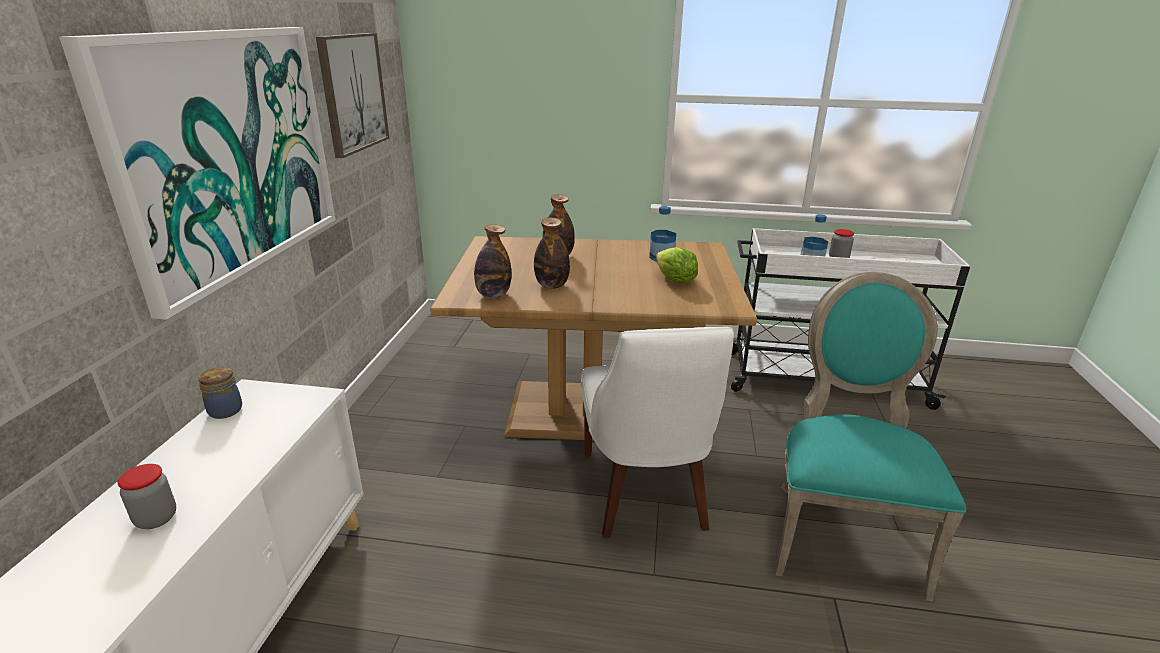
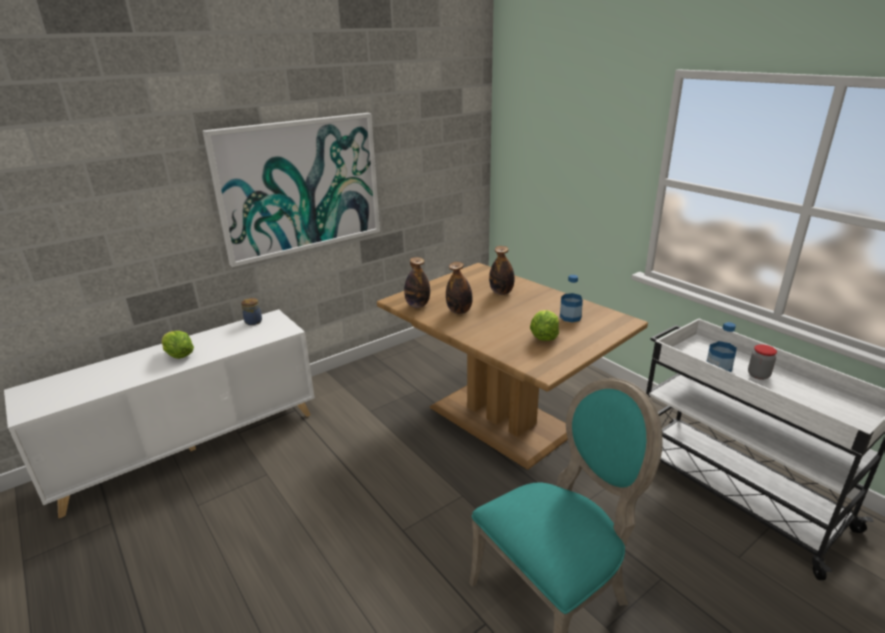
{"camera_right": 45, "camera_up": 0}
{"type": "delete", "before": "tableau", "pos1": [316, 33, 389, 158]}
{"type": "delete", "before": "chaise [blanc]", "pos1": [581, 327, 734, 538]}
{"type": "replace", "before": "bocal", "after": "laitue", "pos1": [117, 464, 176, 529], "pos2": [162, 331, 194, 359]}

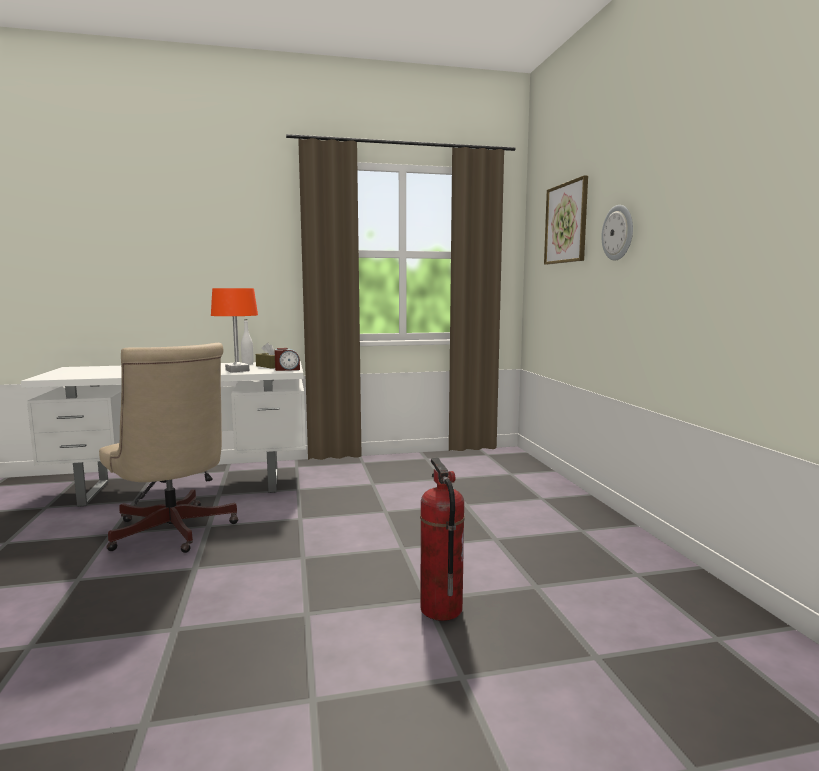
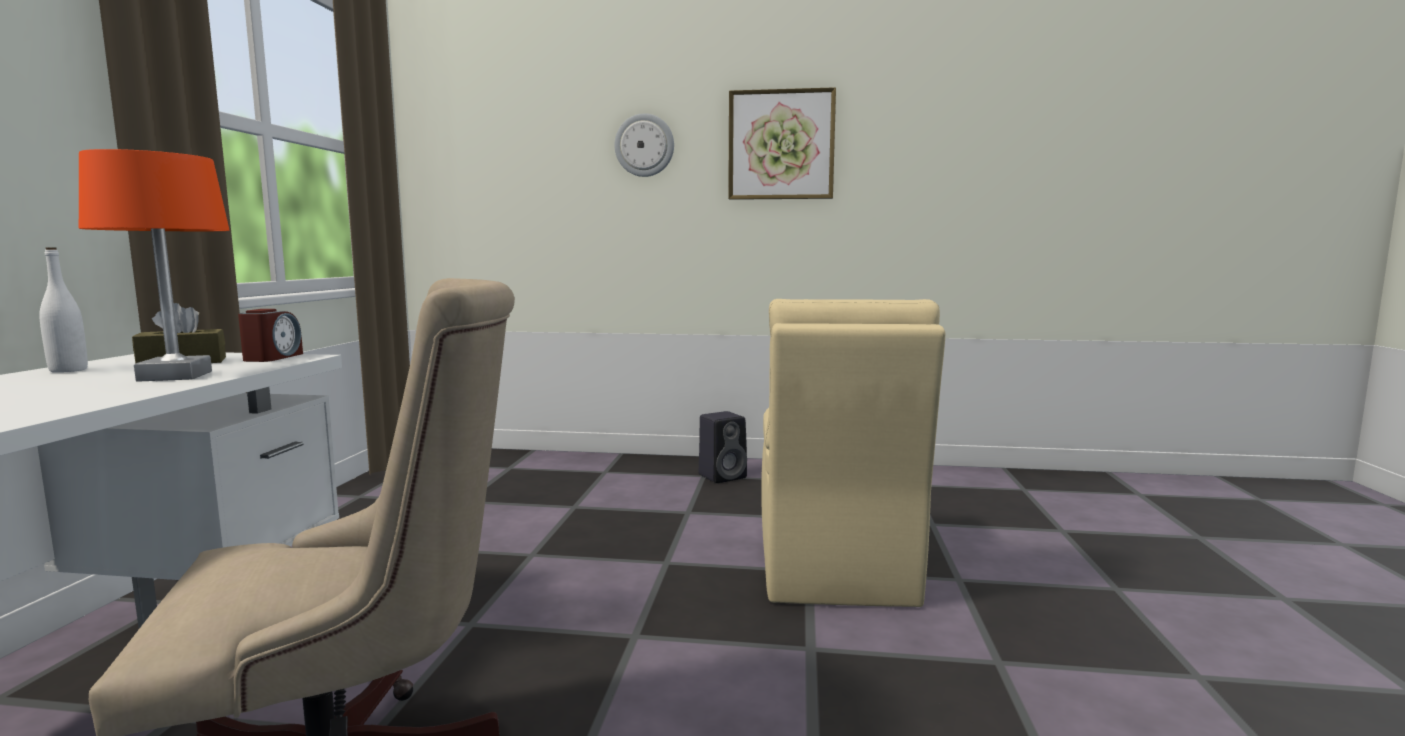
{"camera_right": -70, "camera_up": 0}
{"type": "move", "before": "tableau", "pos1": [544, 175, 588, 265], "pos2": [728, 87, 836, 200]}
{"type": "replace", "before": "extincteur", "after": "chaise [beige]", "pos1": [420, 457, 465, 621], "pos2": [761, 299, 945, 607]}
{"type": "insert", "after": "enceinte [noir]", "pos2": [699, 411, 747, 483]}

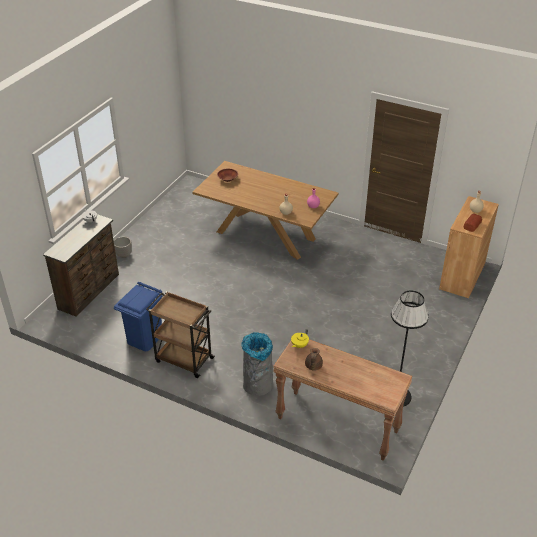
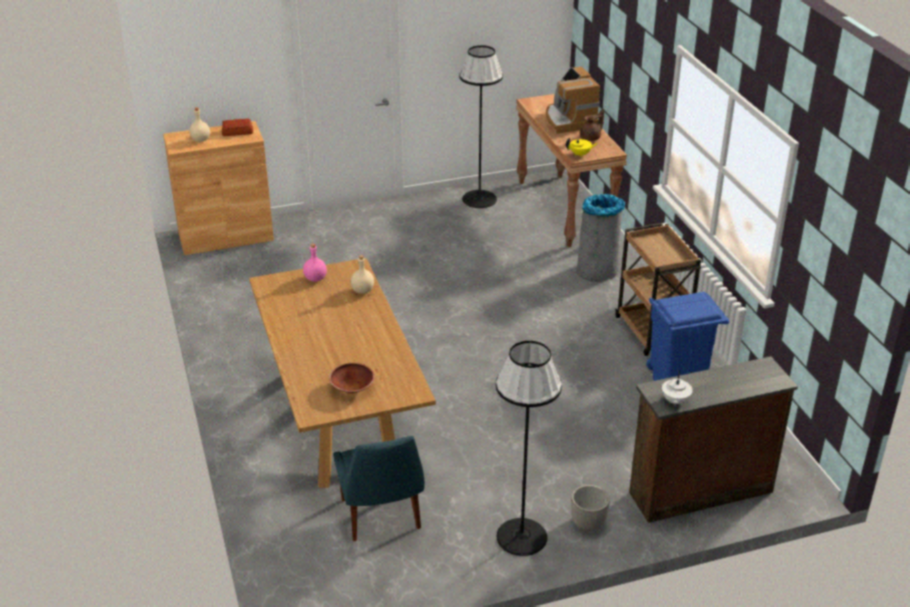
{"camera_right": -135, "camera_up": -5}
{"type": "insert", "after": "machine à café", "pos2": [546, 67, 600, 134]}
{"type": "insert", "after": "lampadaire [noir]", "pos2": [496, 341, 562, 556]}
{"type": "insert", "after": "chaise [bleu]", "pos2": [333, 436, 425, 541]}

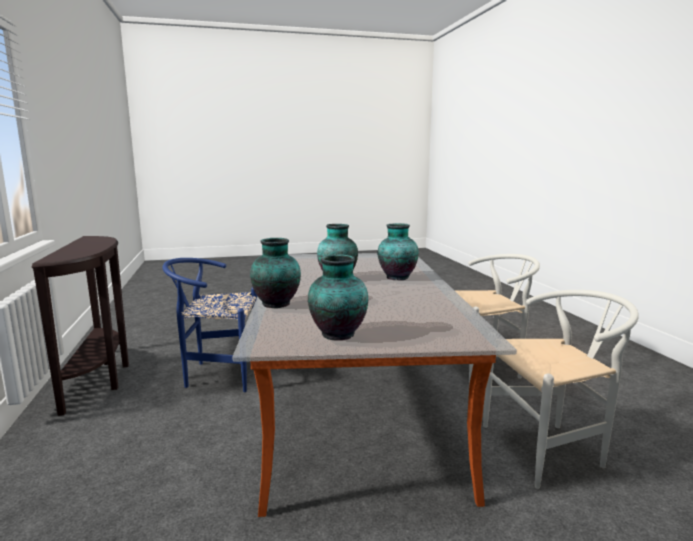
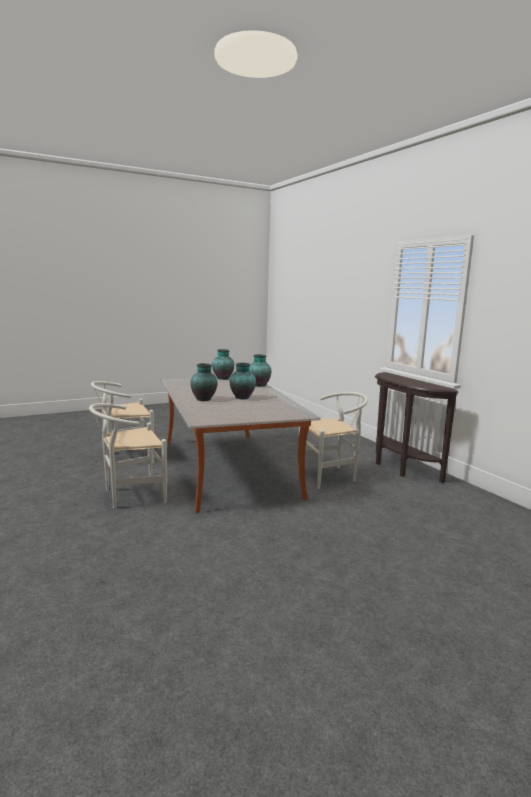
{"camera_right": 165, "camera_up": 0}
{"type": "recolor", "before": "chaise [bleu]", "after": "chaise [blanc]", "pos1": [162, 258, 257, 392], "pos2": [299, 392, 368, 489]}

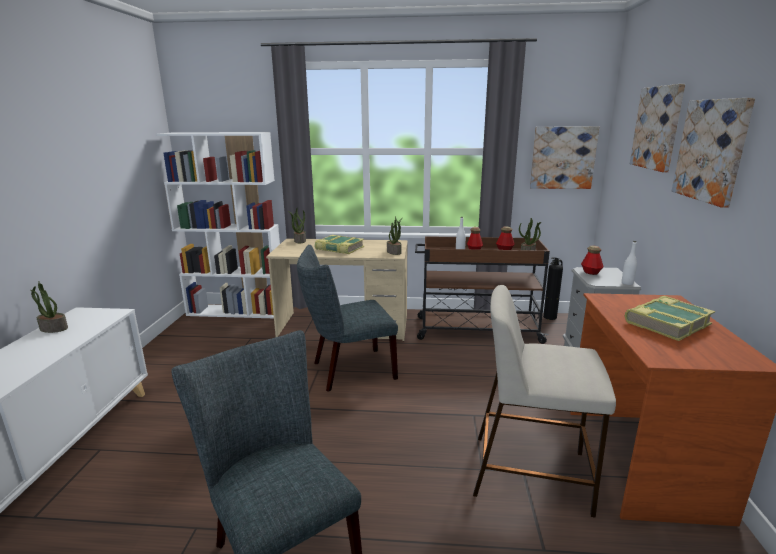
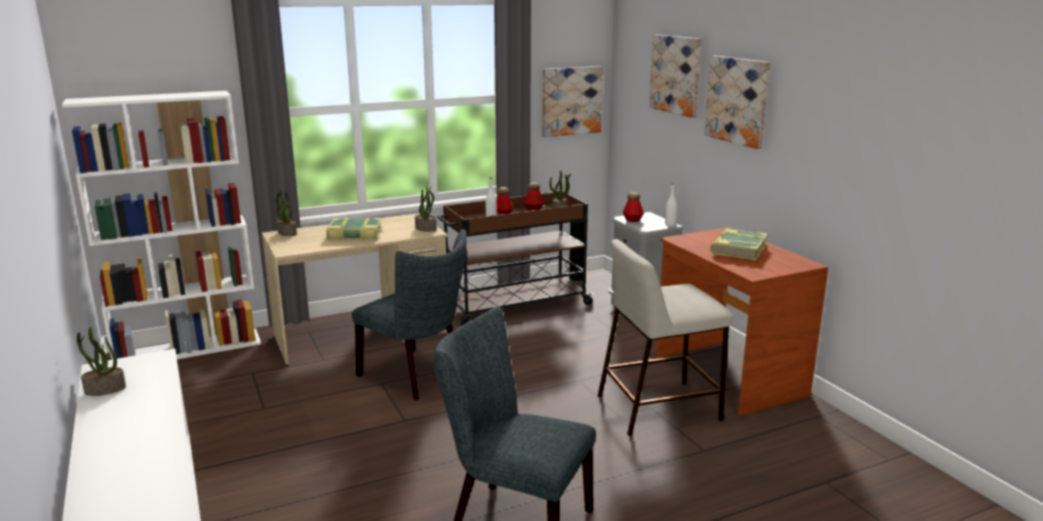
{"camera_right": -30, "camera_up": 0}
{"type": "rotate", "before": "chaise [gris]", "pos1": [297, 245, 398, 392], "pos2": [352, 229, 467, 400], "turn": -90}

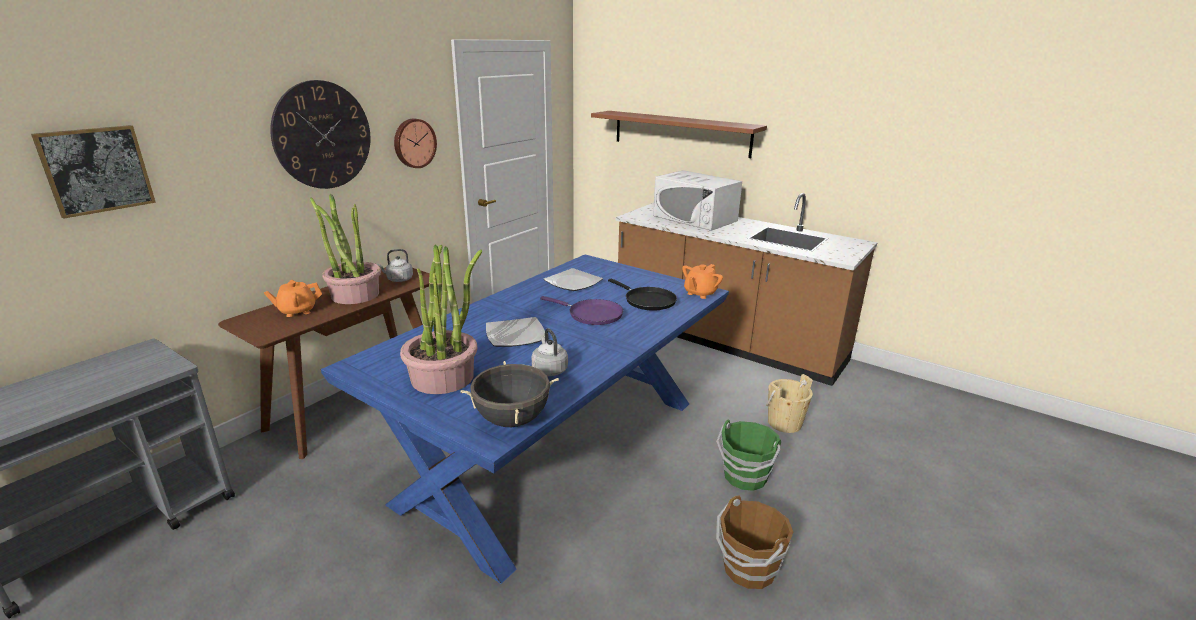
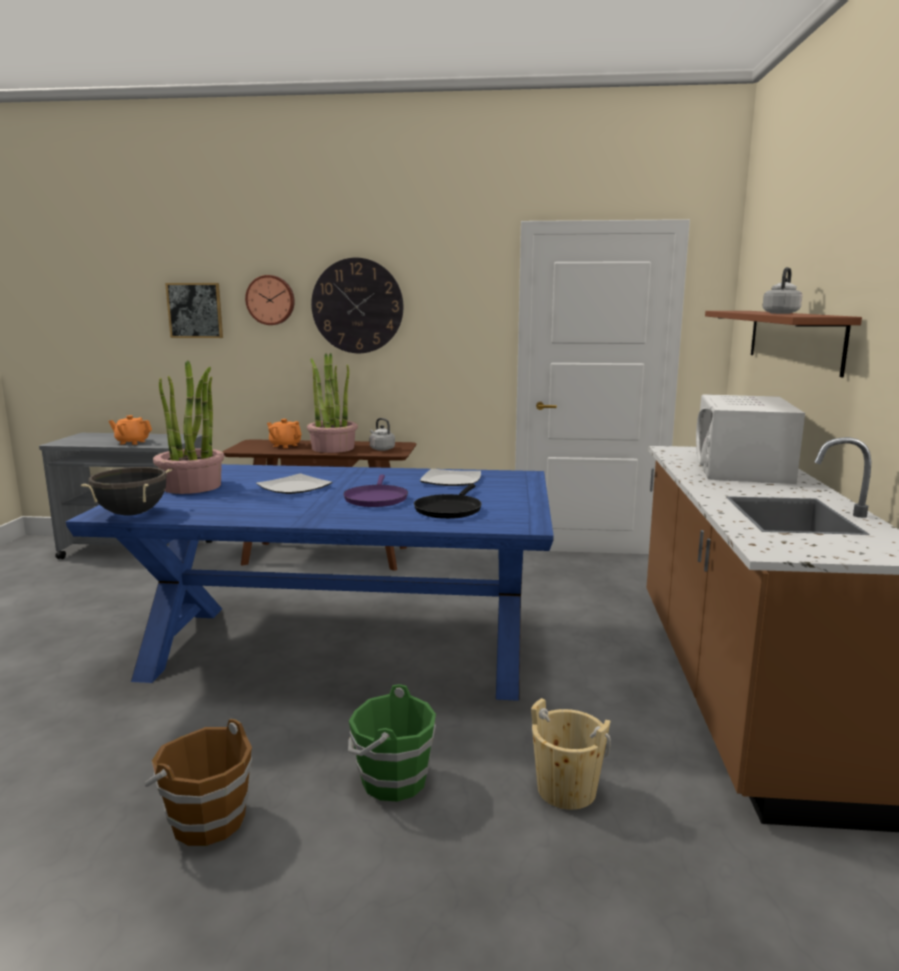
{"camera_right": 60, "camera_up": -10}
{"type": "move", "before": "horloge murale", "pos1": [394, 119, 437, 168], "pos2": [245, 275, 295, 325]}
{"type": "move", "before": "théière [orange]", "pos1": [682, 264, 723, 299], "pos2": [108, 415, 152, 445]}
{"type": "move", "before": "bouilloire [gris]", "pos1": [532, 328, 568, 376], "pos2": [762, 267, 802, 314]}

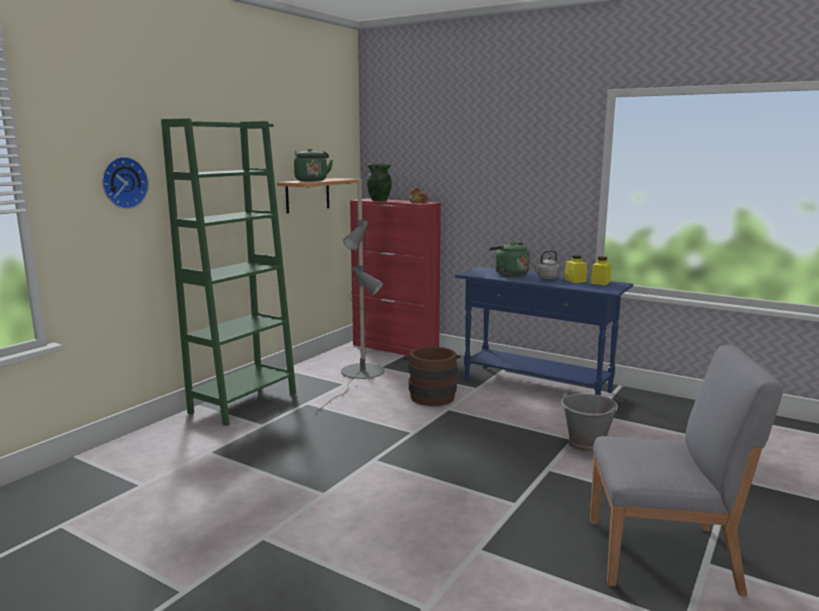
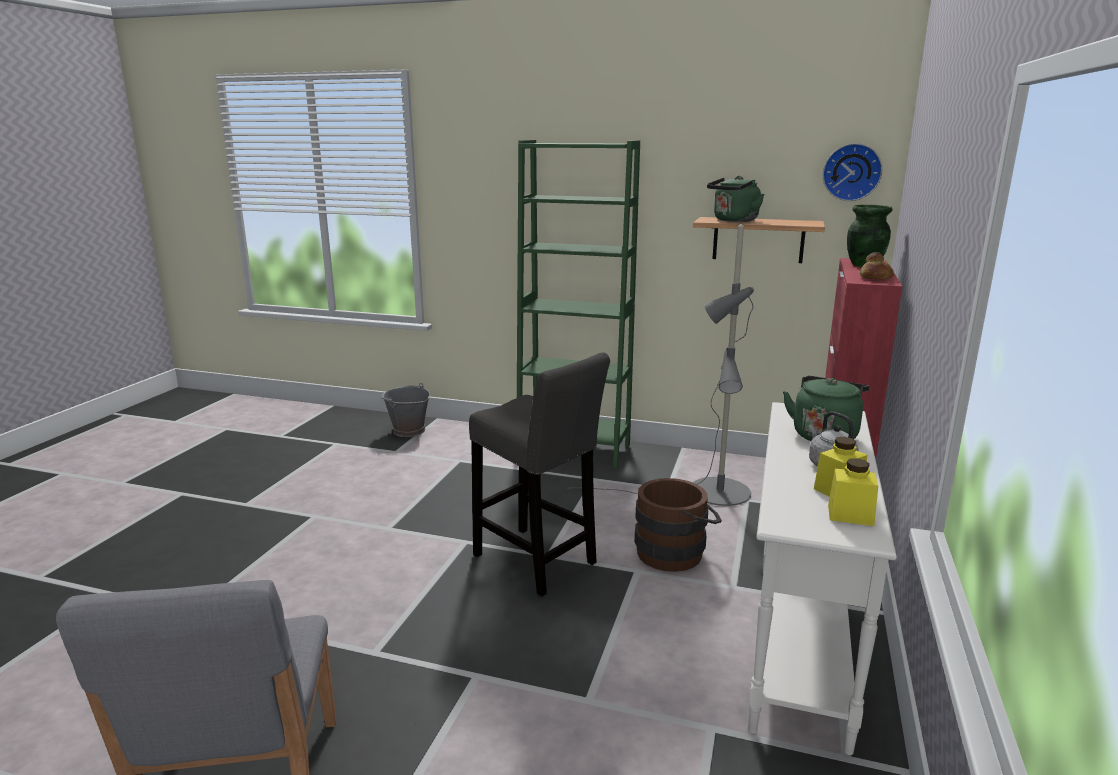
{"camera_right": 75, "camera_up": 5}
{"type": "move", "before": "horloge murale", "pos1": [102, 157, 149, 209], "pos2": [823, 143, 882, 201]}
{"type": "recolor", "before": "table console [bleu]", "after": "table console [blanc]", "pos1": [455, 267, 633, 395], "pos2": [748, 402, 897, 755]}
{"type": "move", "before": "seau [gris]", "pos1": [561, 391, 618, 453], "pos2": [381, 383, 430, 437]}
{"type": "insert", "after": "tabouret [gris]", "pos2": [469, 353, 610, 597]}

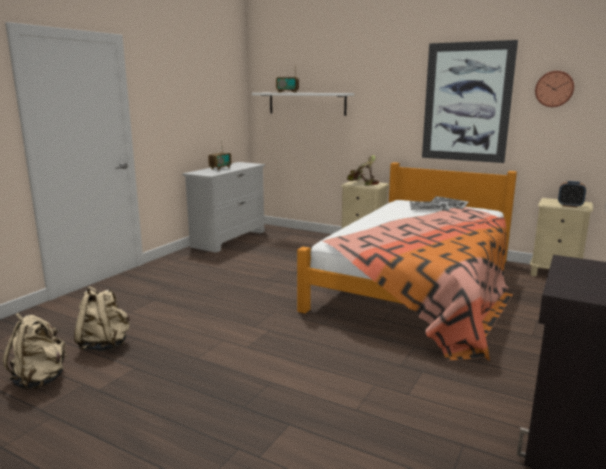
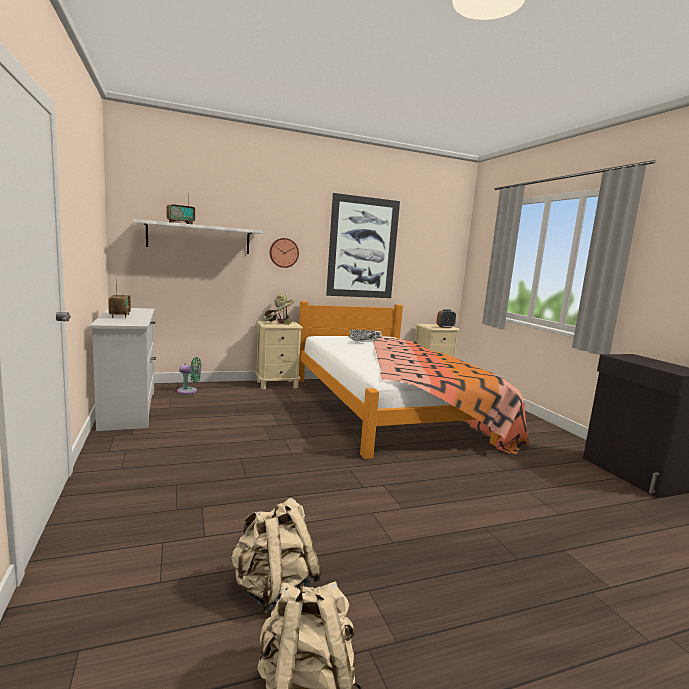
{"camera_right": -50, "camera_up": -5}
{"type": "move", "before": "horloge murale", "pos1": [535, 71, 574, 107], "pos2": [269, 238, 299, 268]}
{"type": "insert", "after": "ventilateur [vert]", "pos2": [177, 357, 201, 394]}

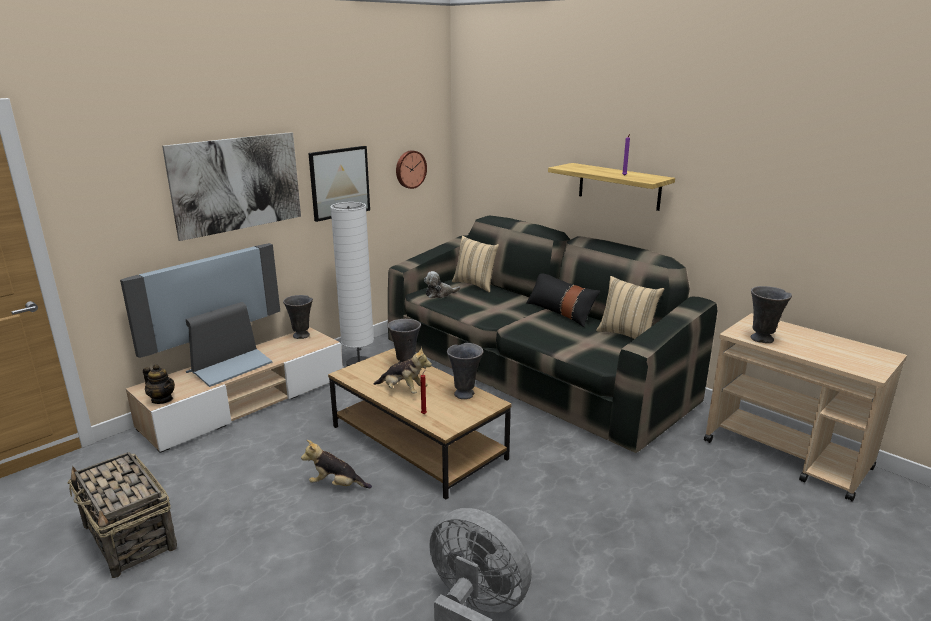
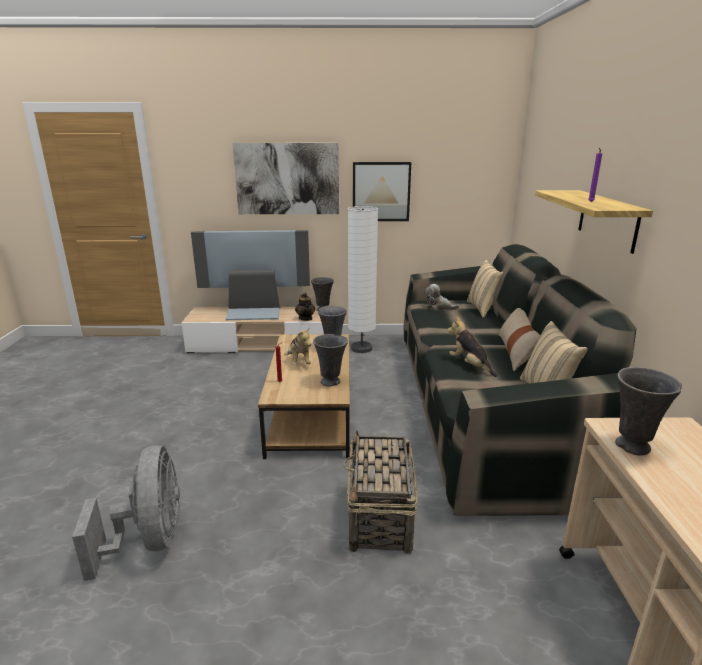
{"camera_right": 45, "camera_up": 0}
{"type": "delete", "before": "horloge murale", "pos1": [396, 150, 427, 189]}
{"type": "recolor", "before": "coussin [noir]", "after": "coussin [beige]", "pos1": [526, 274, 600, 327], "pos2": [499, 308, 540, 371]}
{"type": "move", "before": "théière", "pos1": [143, 364, 175, 404], "pos2": [295, 293, 315, 321]}
{"type": "move", "before": "peluche", "pos1": [301, 440, 372, 488], "pos2": [447, 317, 498, 377]}
{"type": "move", "before": "panier", "pos1": [67, 452, 177, 578], "pos2": [343, 430, 417, 554]}

